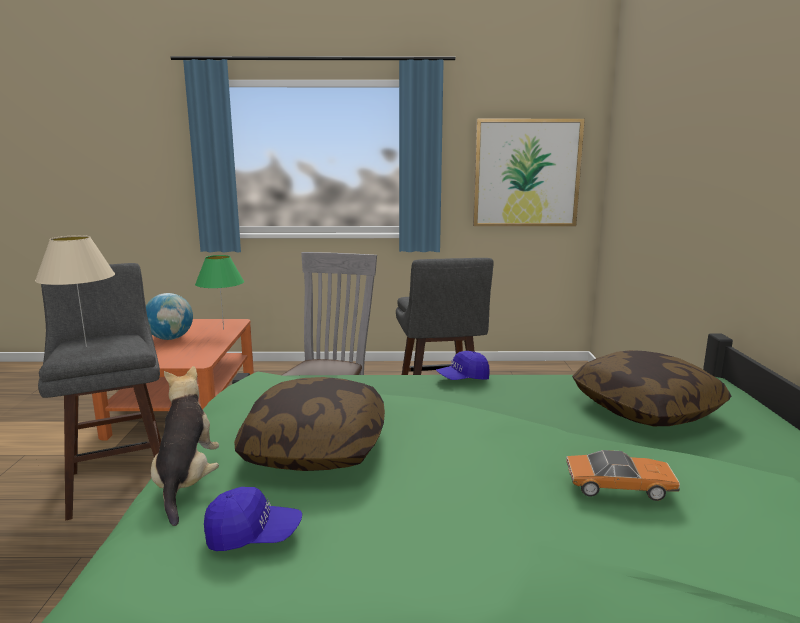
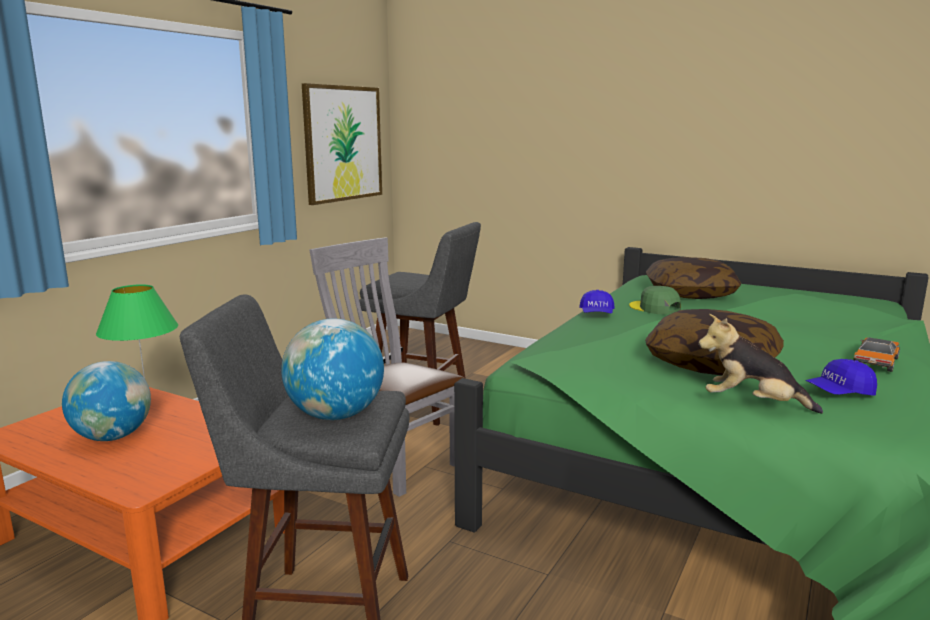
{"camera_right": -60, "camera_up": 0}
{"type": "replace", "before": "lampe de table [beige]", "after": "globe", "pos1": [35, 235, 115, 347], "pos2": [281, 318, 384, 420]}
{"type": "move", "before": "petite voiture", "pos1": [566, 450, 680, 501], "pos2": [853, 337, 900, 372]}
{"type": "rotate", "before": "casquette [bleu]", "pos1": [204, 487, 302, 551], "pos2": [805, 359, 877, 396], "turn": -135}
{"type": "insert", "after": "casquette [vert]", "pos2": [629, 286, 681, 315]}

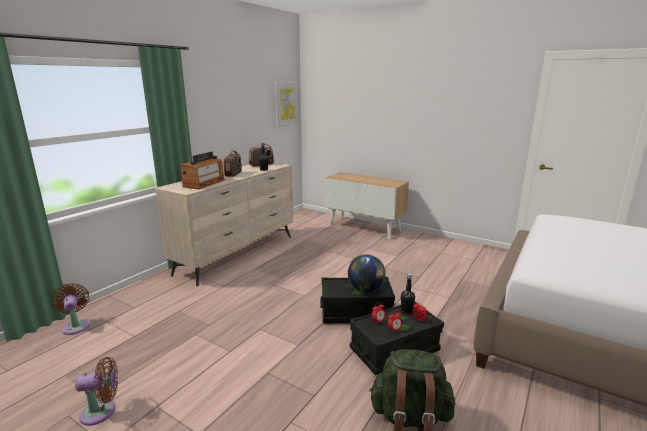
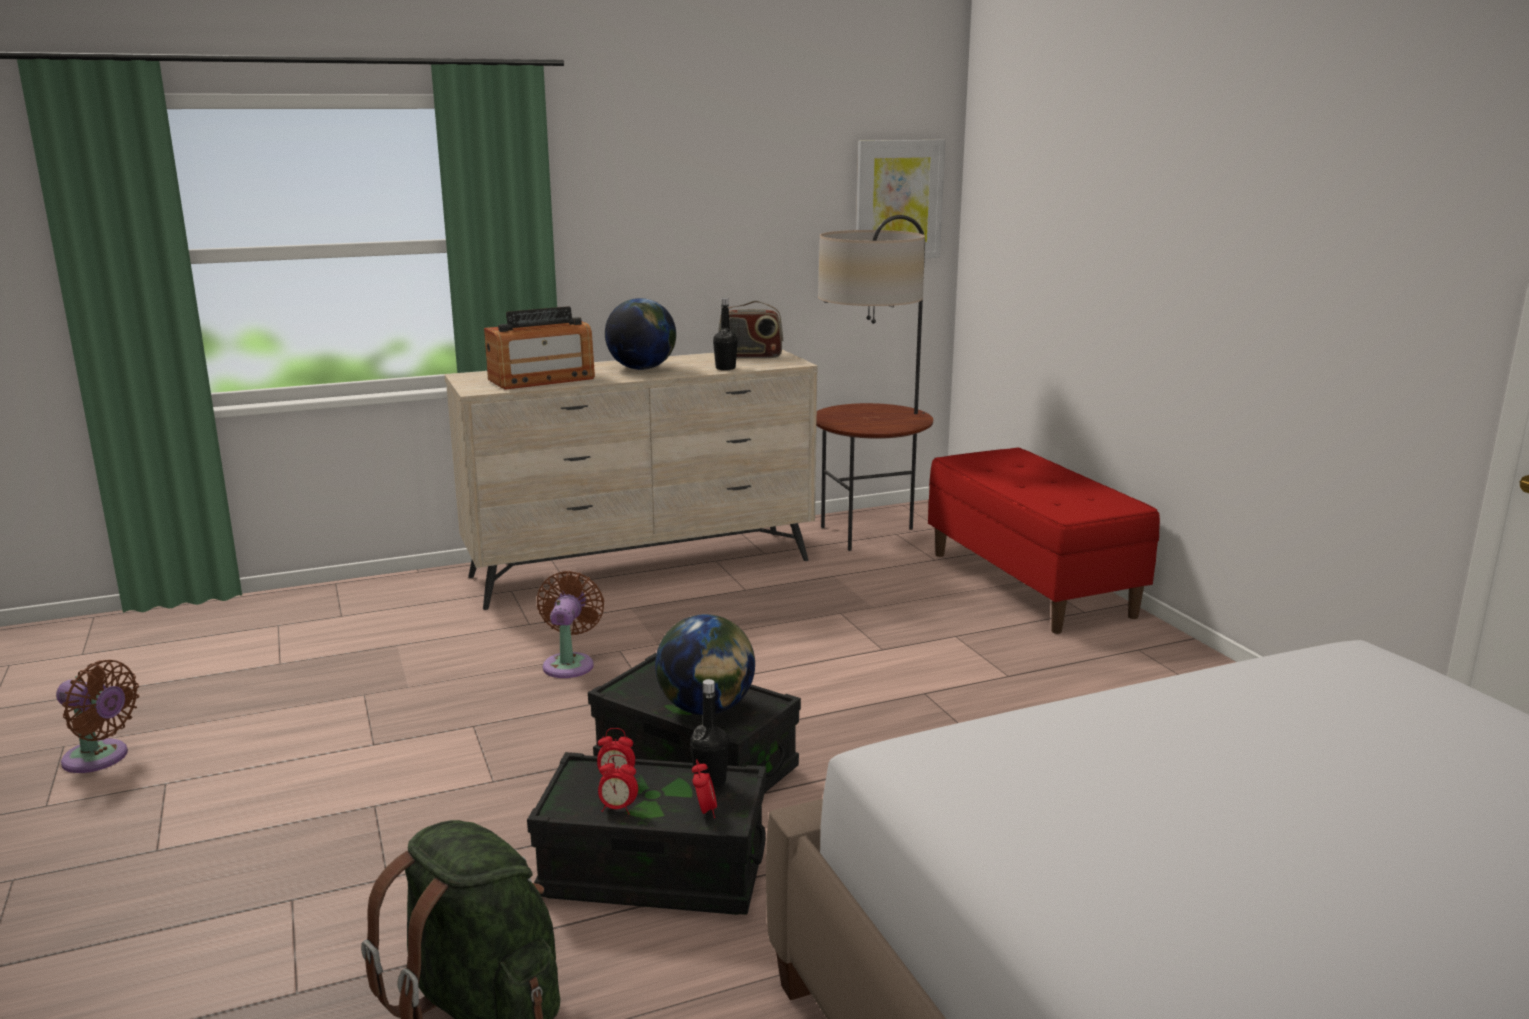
{"camera_right": 35, "camera_up": 0}
{"type": "replace", "before": "radio", "after": "globe", "pos1": [224, 150, 242, 177], "pos2": [605, 298, 676, 370]}
{"type": "replace", "before": "meuble de rangement", "after": "banc [rouge]", "pos1": [325, 172, 409, 239], "pos2": [928, 448, 1160, 634]}
{"type": "move", "before": "ventilateur [marron]", "pos1": [51, 283, 90, 335], "pos2": [537, 571, 604, 678]}
{"type": "insert", "after": "lampadaire", "pos2": [816, 215, 933, 551]}

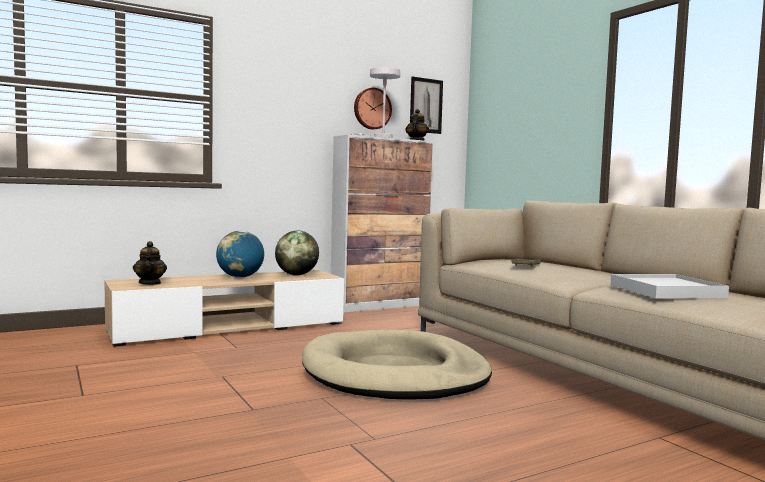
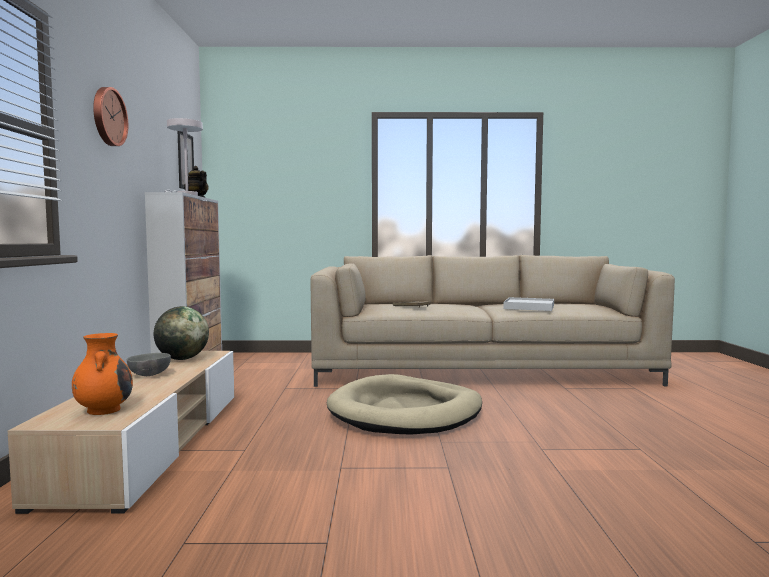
{"camera_right": -60, "camera_up": 0}
{"type": "move", "before": "horloge murale", "pos1": [354, 88, 392, 130], "pos2": [93, 87, 128, 146]}
{"type": "replace", "before": "globe", "after": "bol [gris]", "pos1": [216, 231, 264, 278], "pos2": [127, 353, 171, 376]}
{"type": "replace", "before": "théière", "after": "vase [orange]", "pos1": [133, 241, 167, 285], "pos2": [72, 333, 133, 415]}

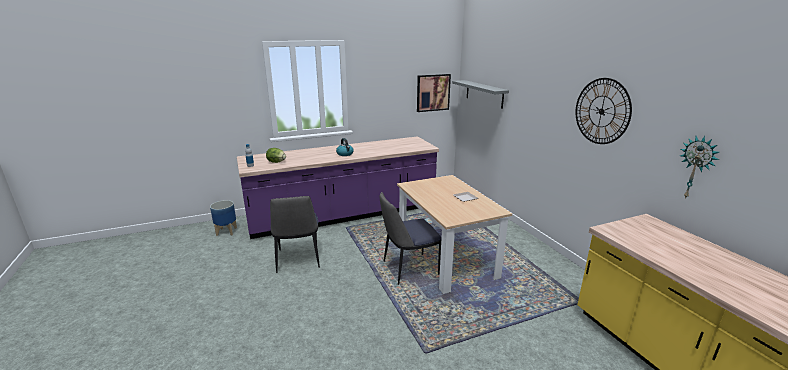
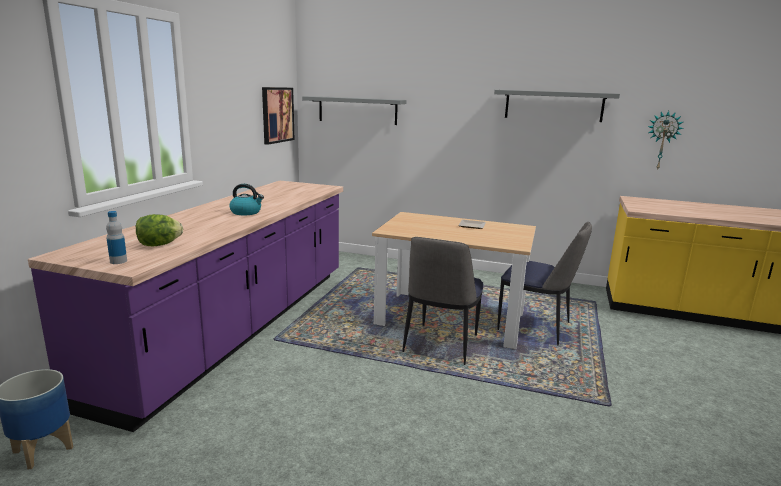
{"camera_right": -50, "camera_up": -5}
{"type": "replace", "before": "horloge murale", "after": "étagère [gris]", "pos1": [575, 78, 632, 144], "pos2": [494, 90, 620, 122]}
{"type": "move", "before": "chaise", "pos1": [270, 196, 320, 273], "pos2": [497, 222, 592, 345]}

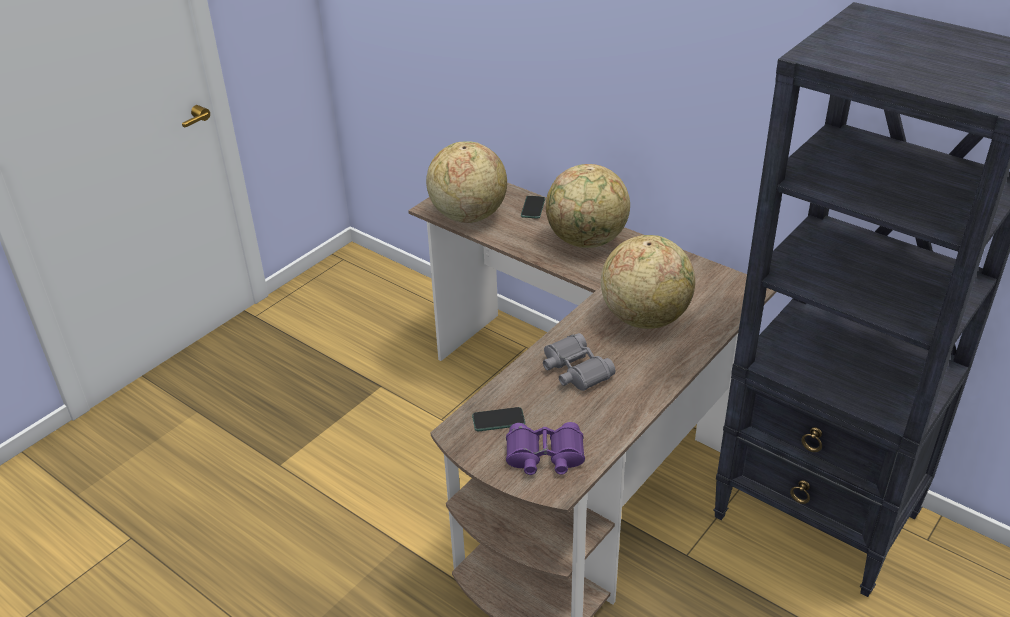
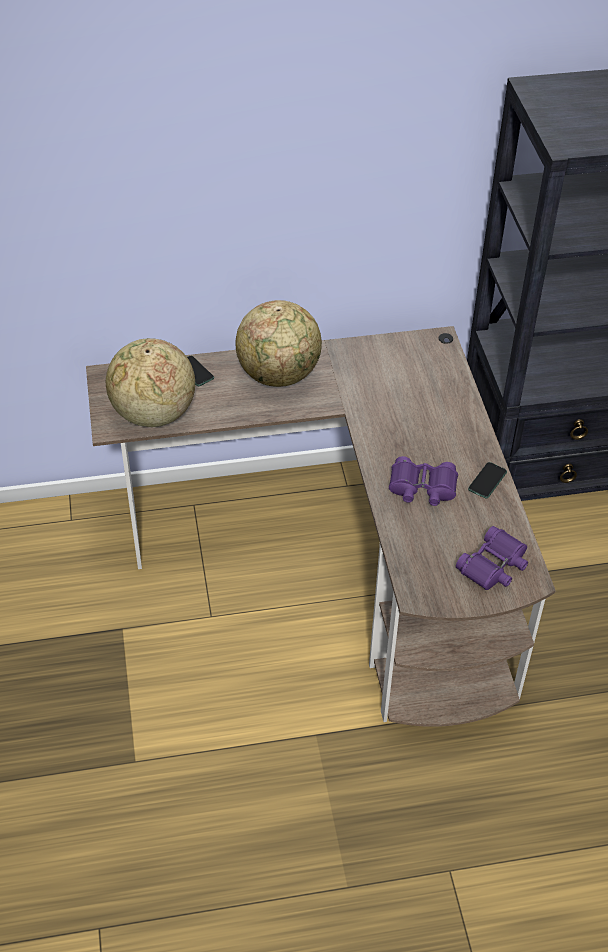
{"camera_right": -50, "camera_up": 10}
{"type": "delete", "before": "globe", "pos1": [601, 235, 695, 329]}
{"type": "recolor", "before": "jumelles [gris]", "after": "jumelles [violet]", "pos1": [543, 333, 615, 391], "pos2": [389, 456, 458, 506]}
{"type": "move", "before": "téléphone", "pos1": [472, 407, 525, 431], "pos2": [468, 462, 507, 498]}

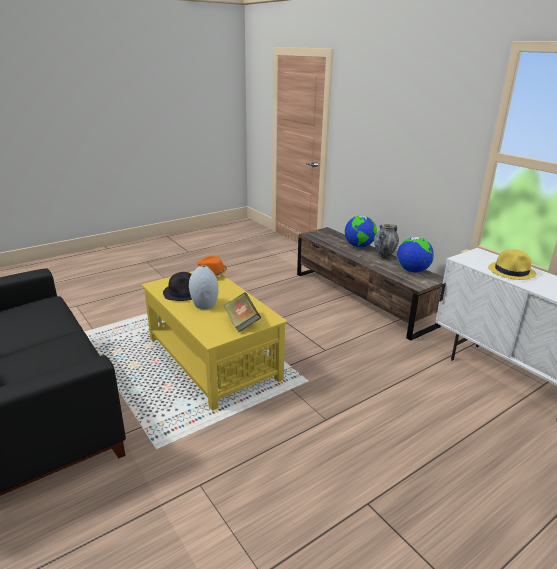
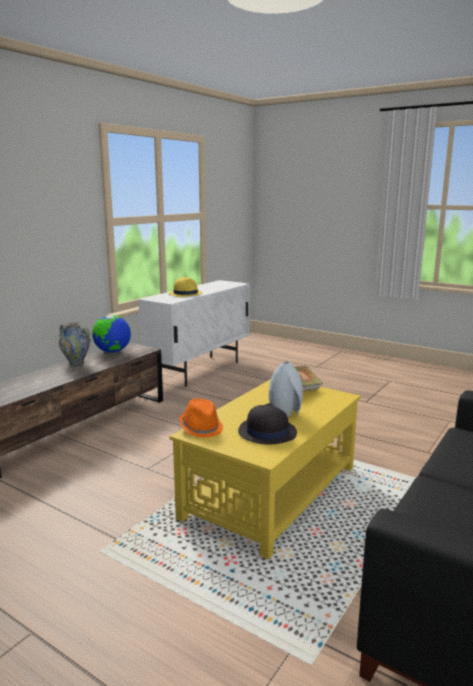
{"camera_right": -110, "camera_up": -10}
{"type": "delete", "before": "globe", "pos1": [345, 216, 377, 248]}

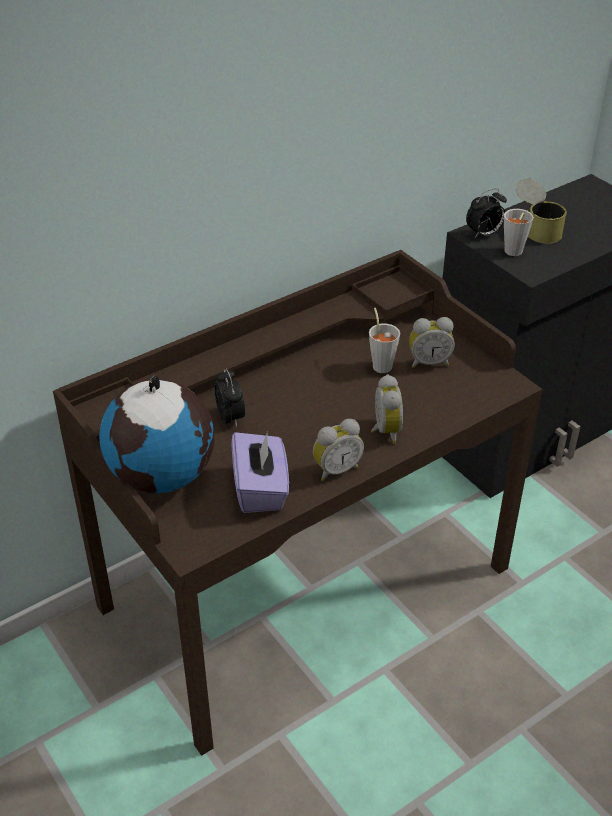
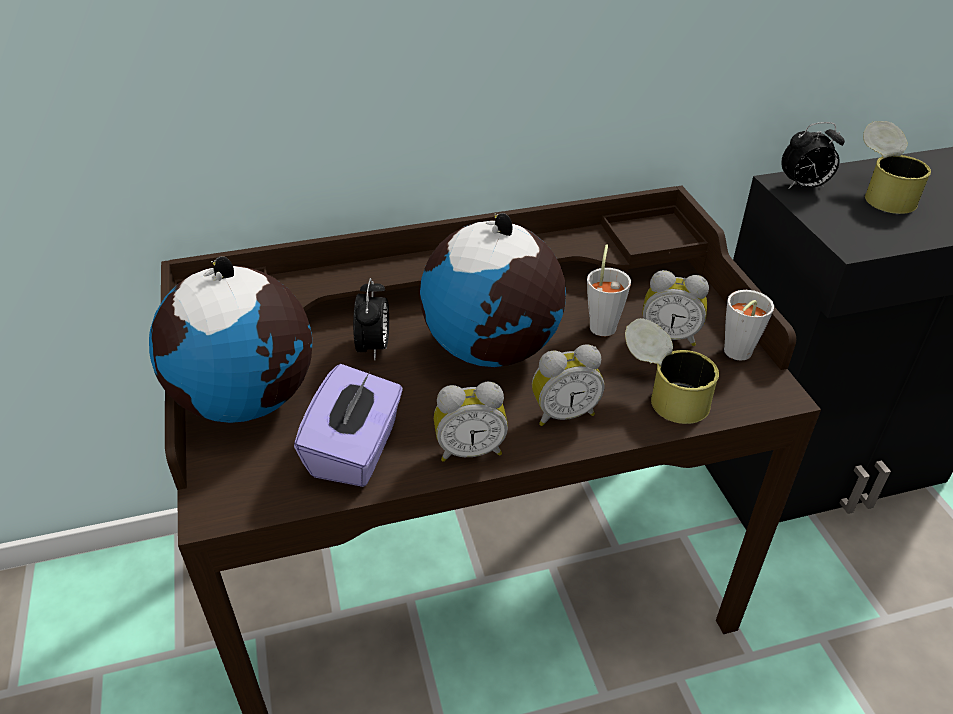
{"camera_right": 20, "camera_up": 0}
{"type": "move", "before": "tasse [gris]", "pos1": [504, 209, 534, 256], "pos2": [724, 290, 774, 361]}
{"type": "rotate", "before": "réveil", "pos1": [371, 374, 403, 444], "pos2": [532, 345, 605, 426], "turn": 60}
{"type": "insert", "after": "globe", "pos2": [420, 213, 566, 367]}
{"type": "insert", "after": "boîte métallique", "pos2": [625, 318, 719, 424]}

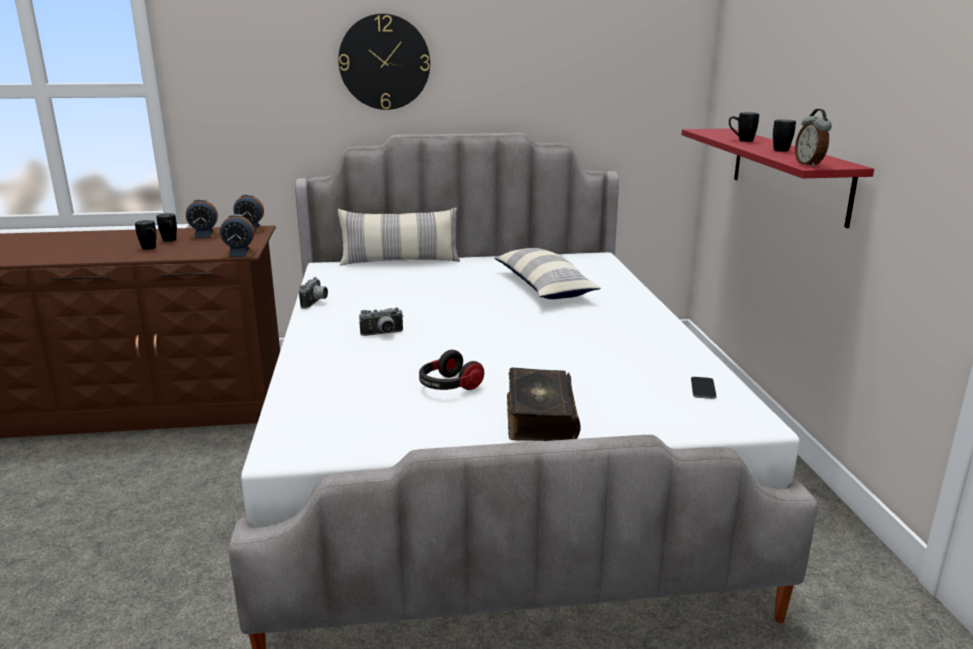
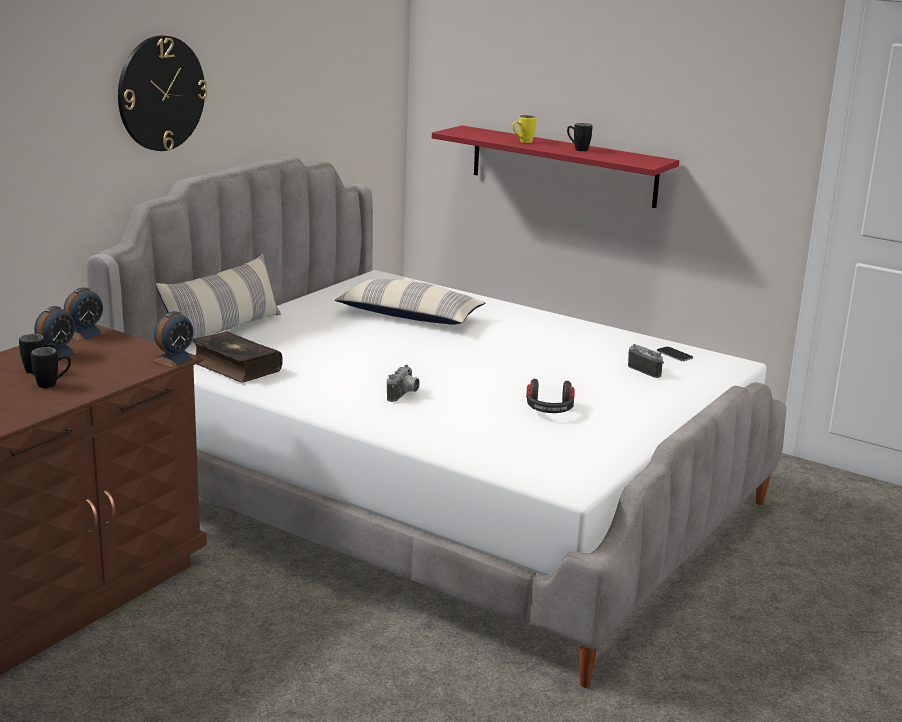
{"camera_right": -50, "camera_up": 0}
{"type": "delete", "before": "réveil", "pos1": [795, 109, 832, 168]}
{"type": "recolor", "before": "mug [noir]", "after": "mug [jaune]", "pos1": [729, 112, 759, 142], "pos2": [512, 115, 536, 143]}
{"type": "move", "before": "appareil photo", "pos1": [299, 277, 328, 309], "pos2": [628, 344, 664, 378]}
{"type": "move", "before": "livre", "pos1": [507, 367, 581, 441], "pos2": [192, 331, 283, 383]}

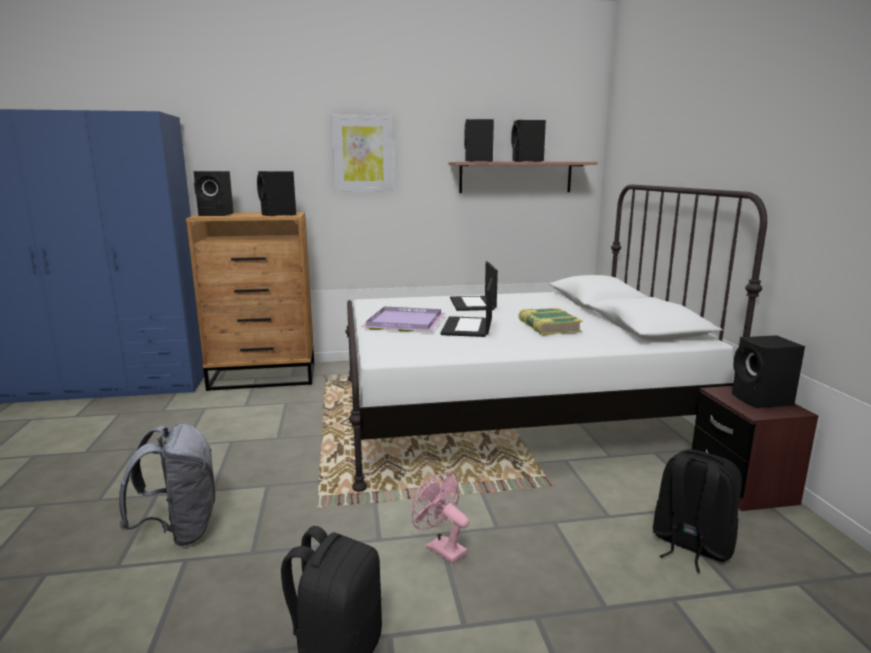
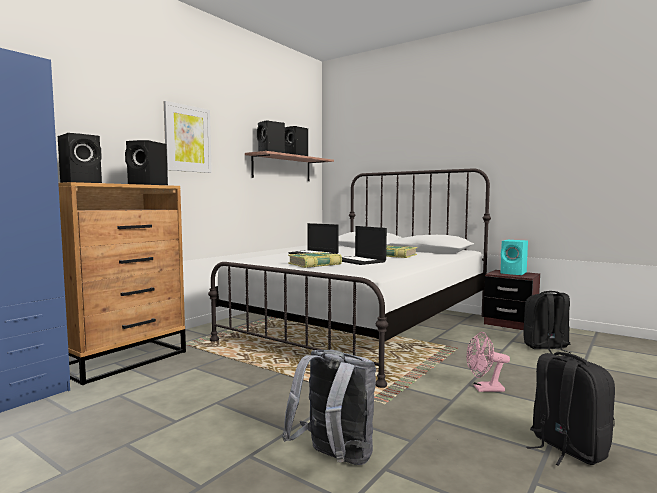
{"camera_right": -45, "camera_up": -10}
{"type": "replace", "before": "plateau [violet]", "after": "livre", "pos1": [361, 307, 445, 332], "pos2": [288, 252, 342, 268]}
{"type": "recolor", "before": "enceinte [noir]", "after": "enceinte [turquoise]", "pos1": [732, 335, 805, 408], "pos2": [501, 240, 528, 275]}

